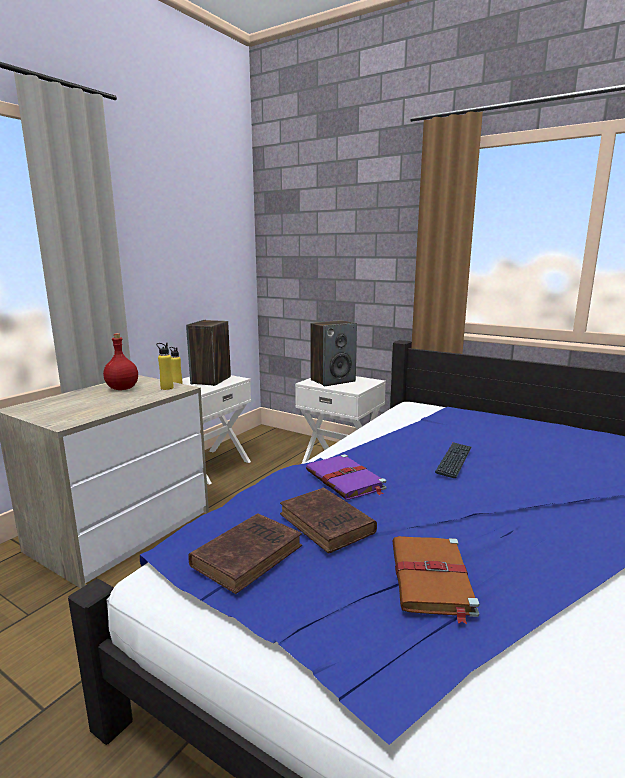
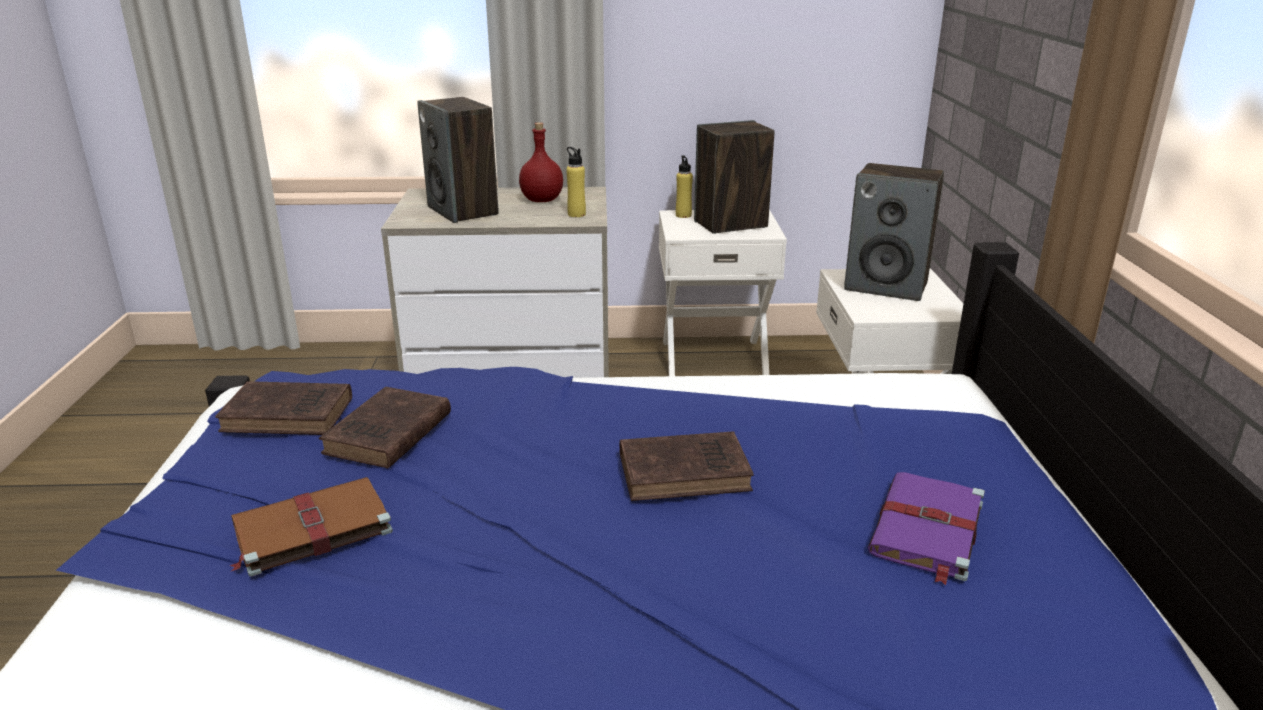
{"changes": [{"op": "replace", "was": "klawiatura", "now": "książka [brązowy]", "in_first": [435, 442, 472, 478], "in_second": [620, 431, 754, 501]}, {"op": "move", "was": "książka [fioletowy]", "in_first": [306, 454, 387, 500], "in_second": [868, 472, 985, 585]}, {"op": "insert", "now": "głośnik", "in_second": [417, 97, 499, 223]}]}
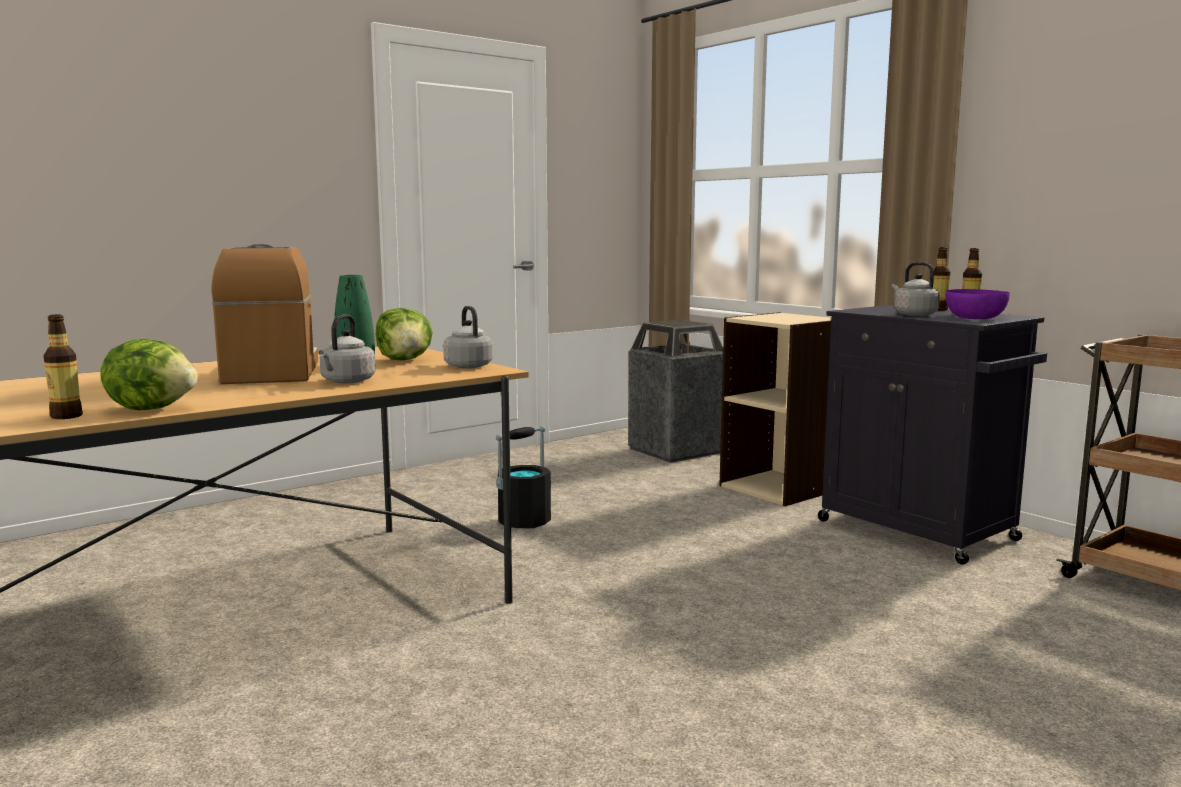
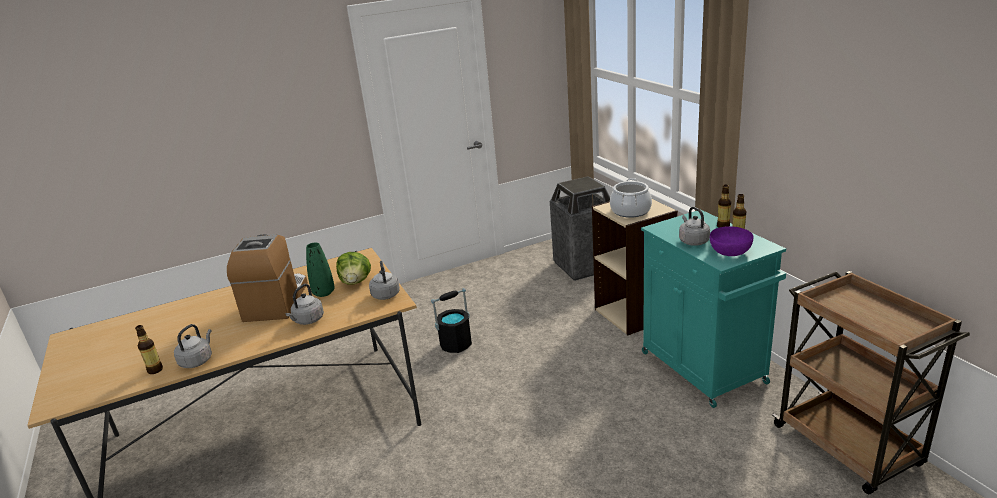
{"changes": [{"op": "recolor", "was": "szafka [czarny]", "now": "szafka [turkusowy]", "in_first": [818, 305, 1047, 565], "in_second": [641, 209, 786, 408]}, {"op": "replace", "was": "sałata", "now": "czajnik [szary]", "in_first": [100, 339, 198, 410], "in_second": [174, 324, 212, 368]}, {"op": "insert", "now": "garnek", "in_second": [610, 178, 652, 218]}]}
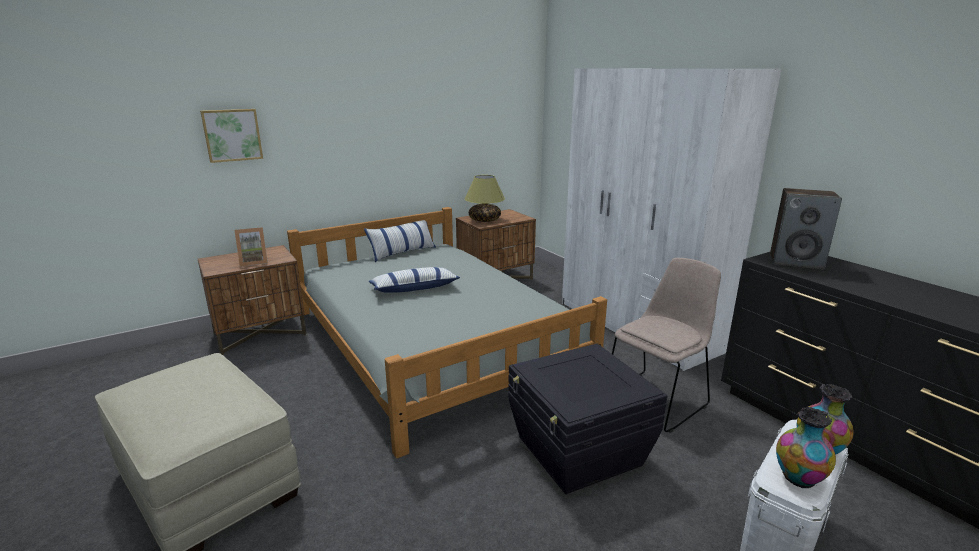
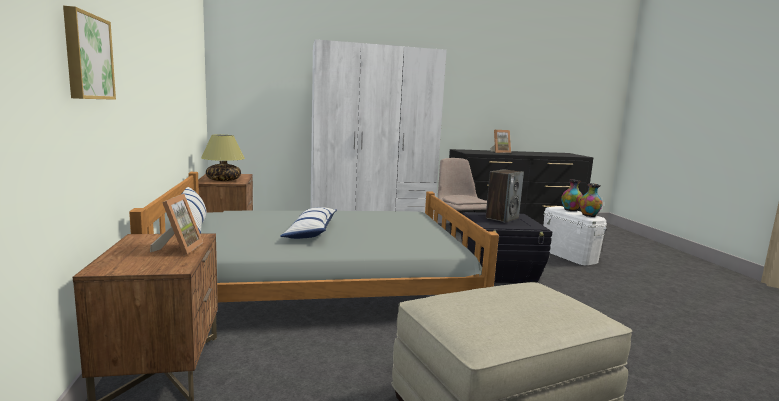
{"changes": [{"op": "move", "was": "głośnik", "in_first": [770, 188, 842, 270], "in_second": [486, 169, 524, 223]}, {"op": "insert", "now": "ramka na zdjęcie", "in_second": [490, 130, 511, 153]}]}
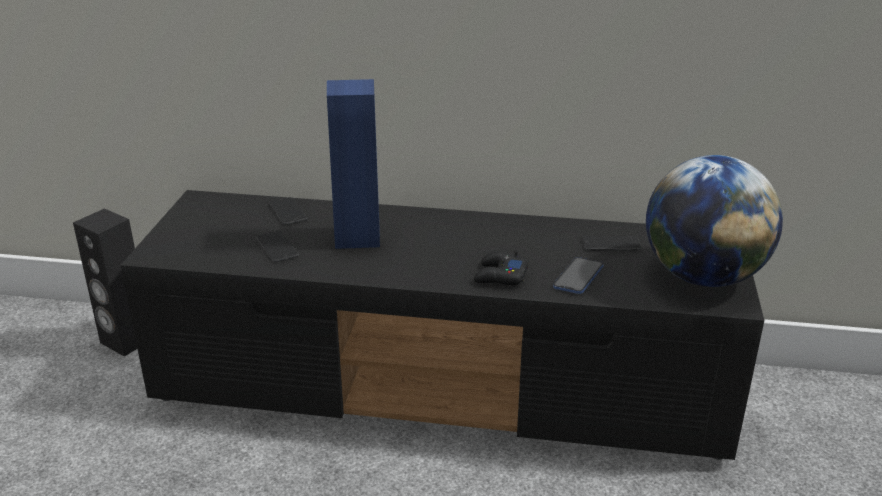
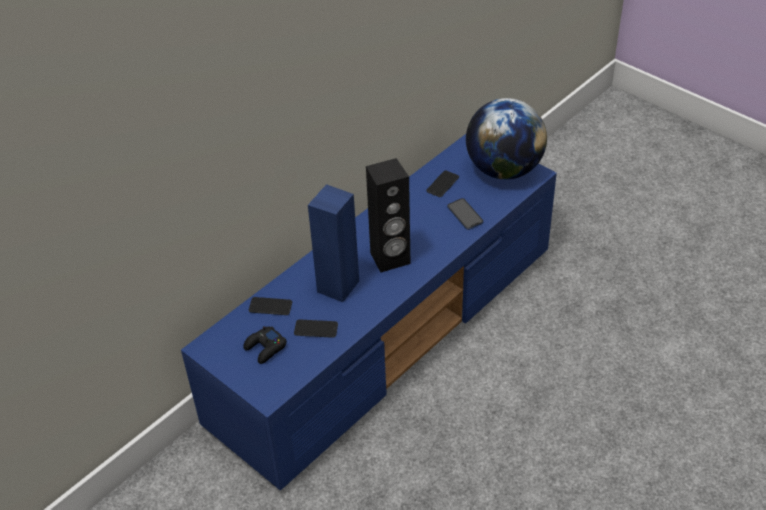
{"changes": [{"op": "recolor", "was": "szafka pod telewizor [czarny]", "now": "szafka pod telewizor [niebieski]", "in_first": [121, 190, 764, 460], "in_second": [181, 134, 557, 491]}, {"op": "move", "was": "głośnik [czarny]", "in_first": [73, 208, 137, 356], "in_second": [366, 158, 410, 272]}, {"op": "move", "was": "pad do gier [czarny]", "in_first": [474, 251, 529, 285], "in_second": [243, 326, 287, 364]}]}
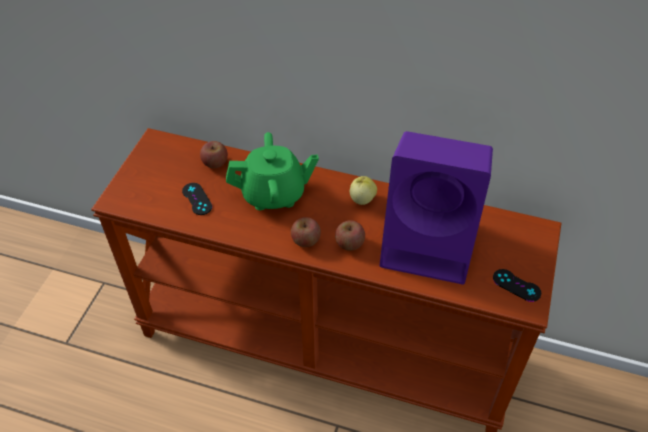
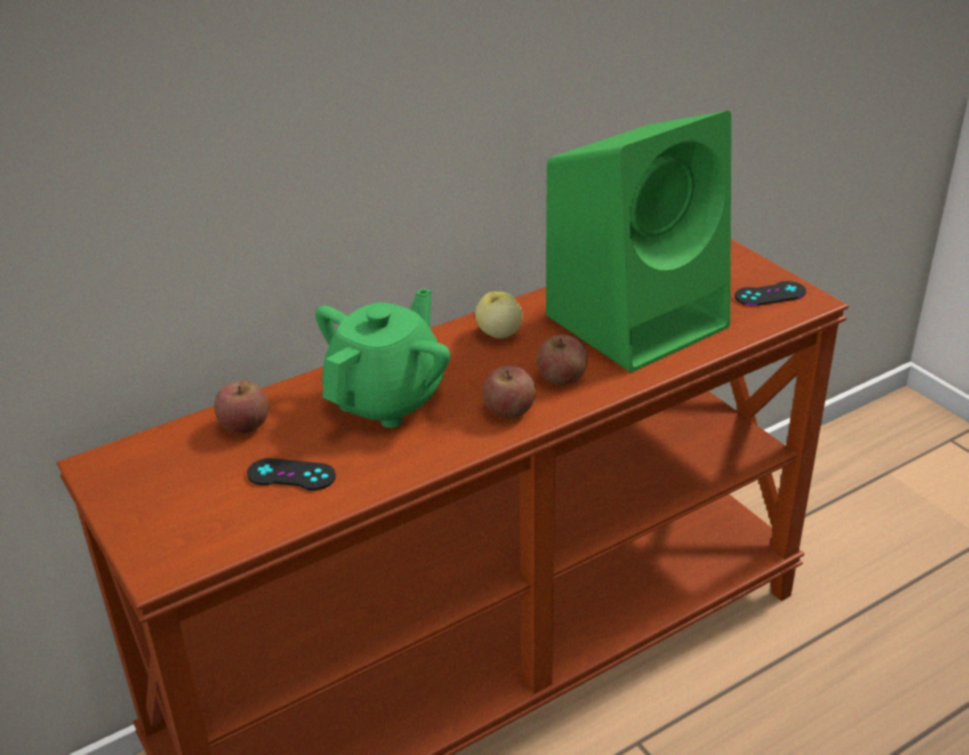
{"changes": [{"op": "recolor", "was": "głośnik [fioletowy]", "now": "głośnik [zielony]", "in_first": [379, 131, 493, 285], "in_second": [546, 111, 731, 372]}]}
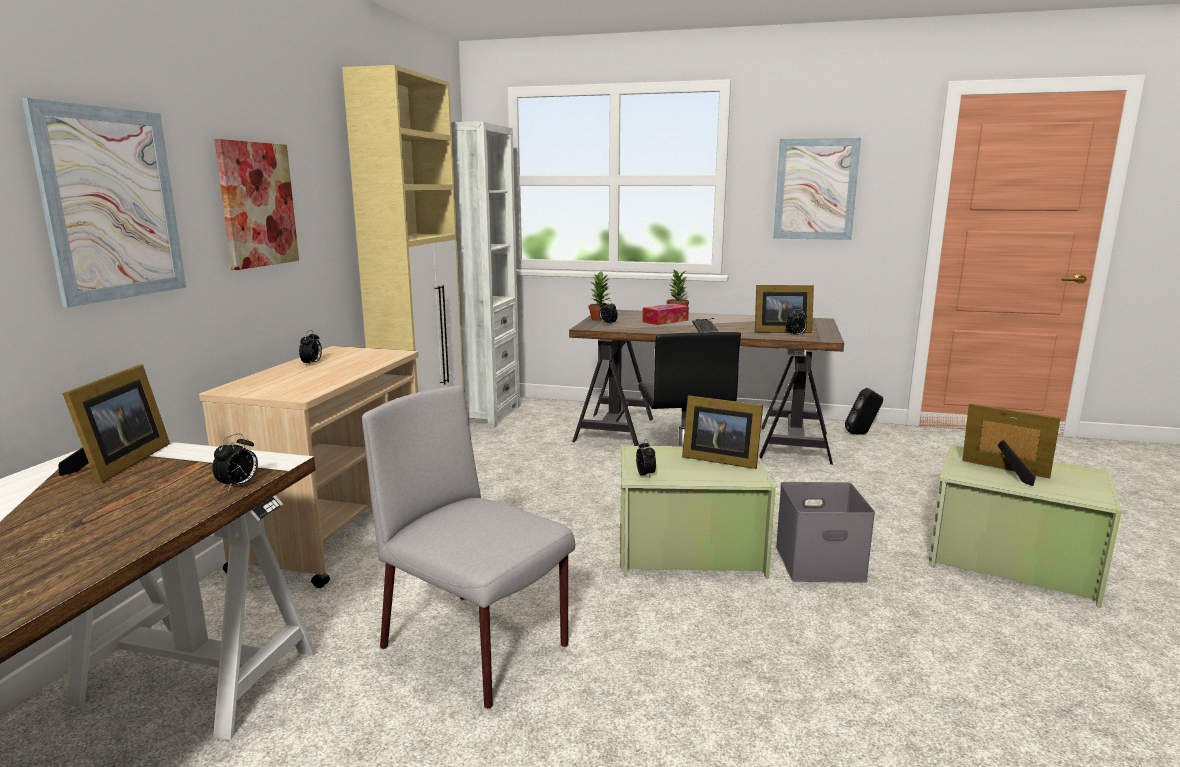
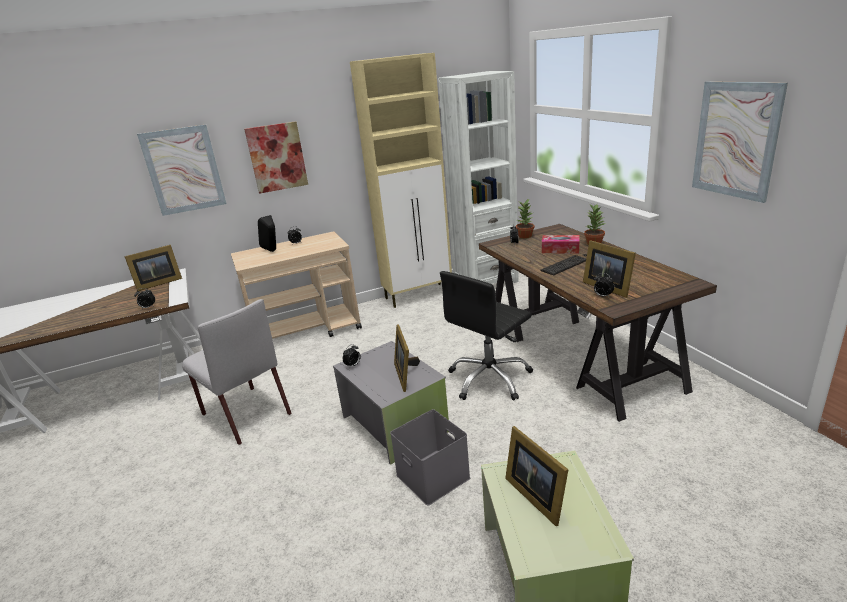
{"changes": [{"op": "rotate", "was": "krzesło [szary]", "in_first": [362, 386, 575, 709], "in_second": [182, 299, 291, 445], "clockwise": 135}, {"op": "move", "was": "głośnik [czarny]", "in_first": [845, 388, 883, 435], "in_second": [258, 215, 276, 252]}, {"op": "rotate", "was": "ramka na zdjęcie", "in_first": [962, 403, 1061, 486], "in_second": [505, 426, 569, 526], "clockwise": 150}, {"op": "recolor", "was": "pojemnik do przechowywania [zielony]", "now": "pojemnik do przechowywania [szary]", "in_first": [620, 446, 776, 578], "in_second": [333, 341, 449, 465]}]}
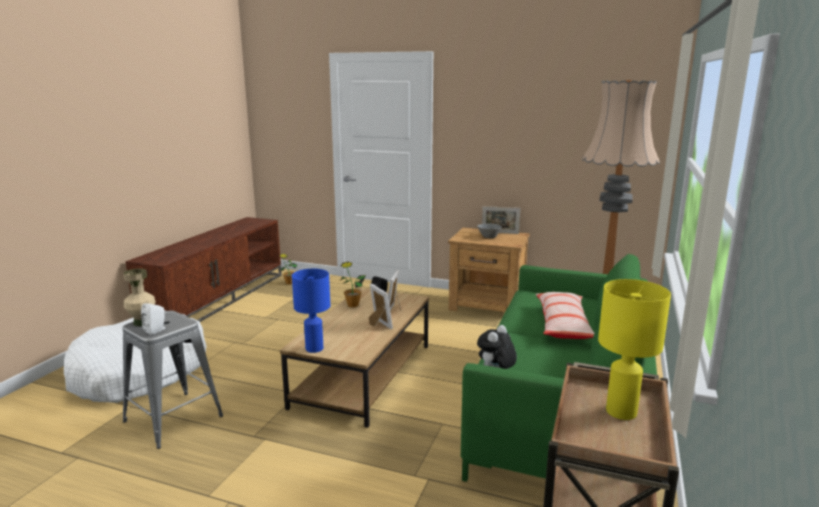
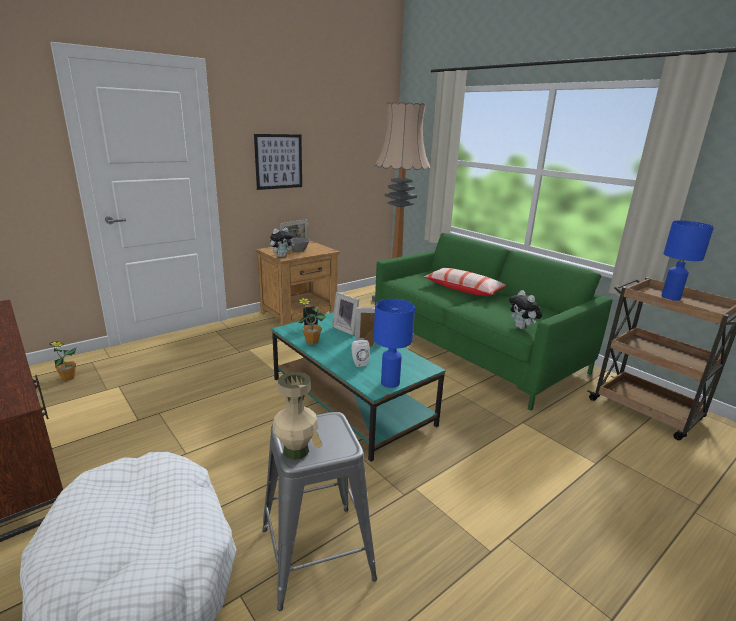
{"changes": [{"op": "recolor", "was": "lampa stołowa [żółty]", "now": "lampa stołowa [niebieski]", "in_first": [598, 279, 671, 420], "in_second": [661, 220, 714, 301]}, {"op": "recolor", "was": "ława [brązowy]", "now": "ława [turkusowy]", "in_first": [280, 288, 429, 428], "in_second": [272, 312, 446, 461]}, {"op": "move", "was": "głośnik [biały]", "in_first": [141, 303, 165, 335], "in_second": [352, 340, 370, 367]}, {"op": "insert", "now": "obraz", "in_second": [254, 134, 302, 190]}, {"op": "insert", "now": "pluszak", "in_second": [270, 228, 295, 257]}]}
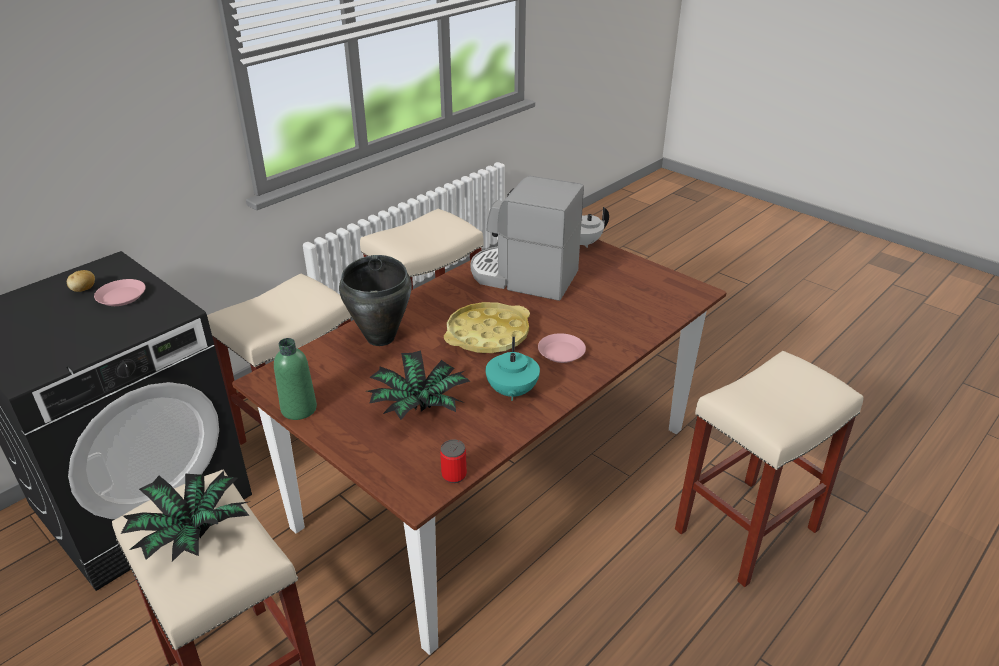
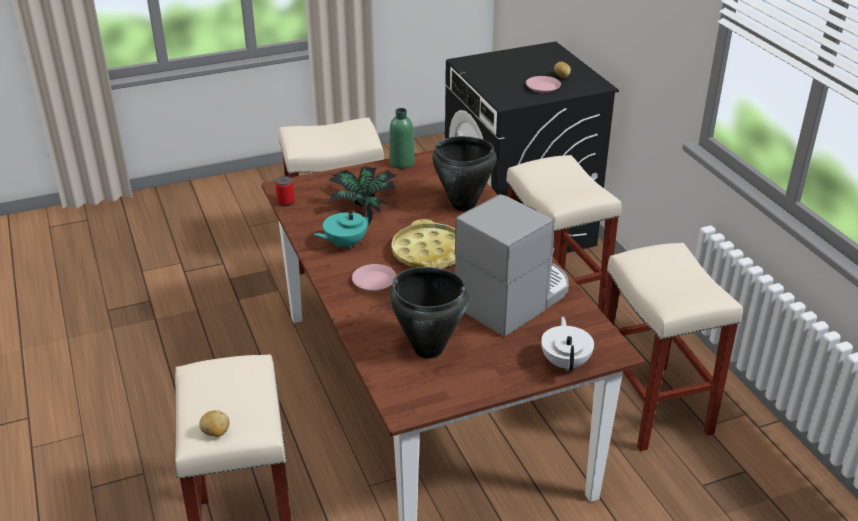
{"changes": [{"op": "rotate", "was": "imbryk [turkusowy]", "in_first": [486, 337, 540, 401], "in_second": [314, 204, 373, 249], "clockwise": -60}, {"op": "delete", "was": "roślina doniczkowa", "in_first": [121, 471, 251, 562]}, {"op": "insert", "now": "garnek [czarny]", "in_second": [389, 267, 469, 358]}, {"op": "insert", "now": "ziemniak", "in_second": [199, 410, 230, 437]}]}
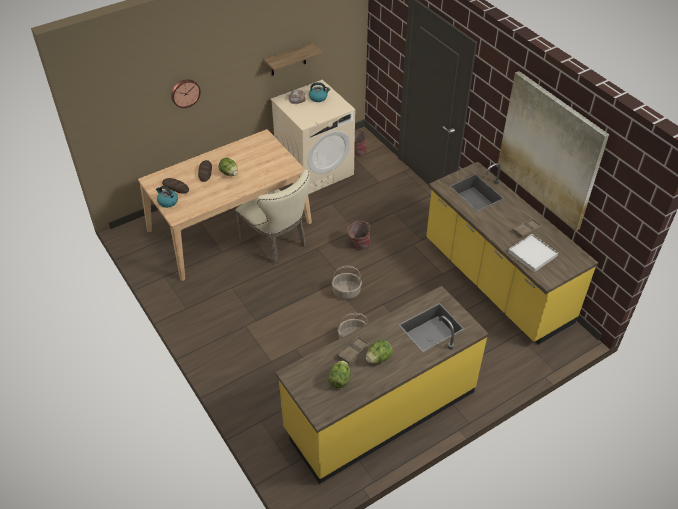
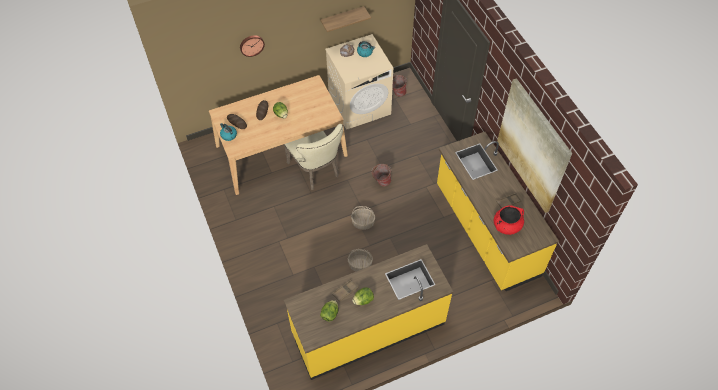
{"changes": [{"op": "replace", "was": "taca [biały]", "now": "garnek [czerwony]", "in_first": [508, 234, 558, 272], "in_second": [494, 205, 524, 235]}]}
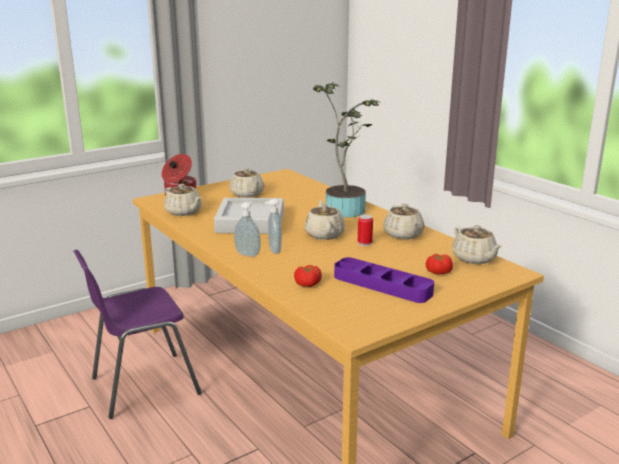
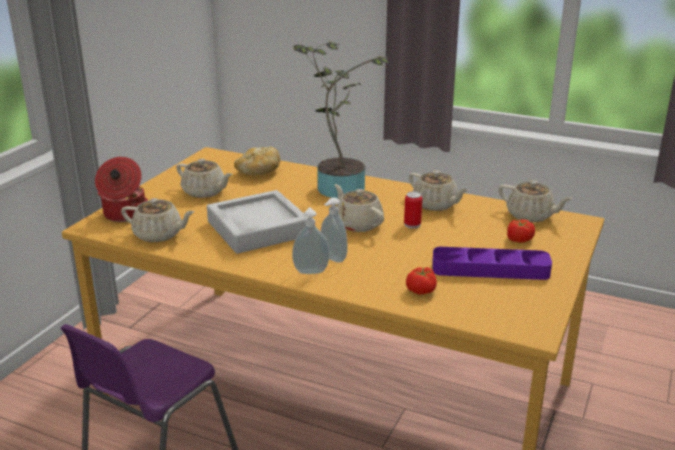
{"changes": [{"op": "insert", "now": "chleb", "in_second": [234, 147, 280, 176]}]}
